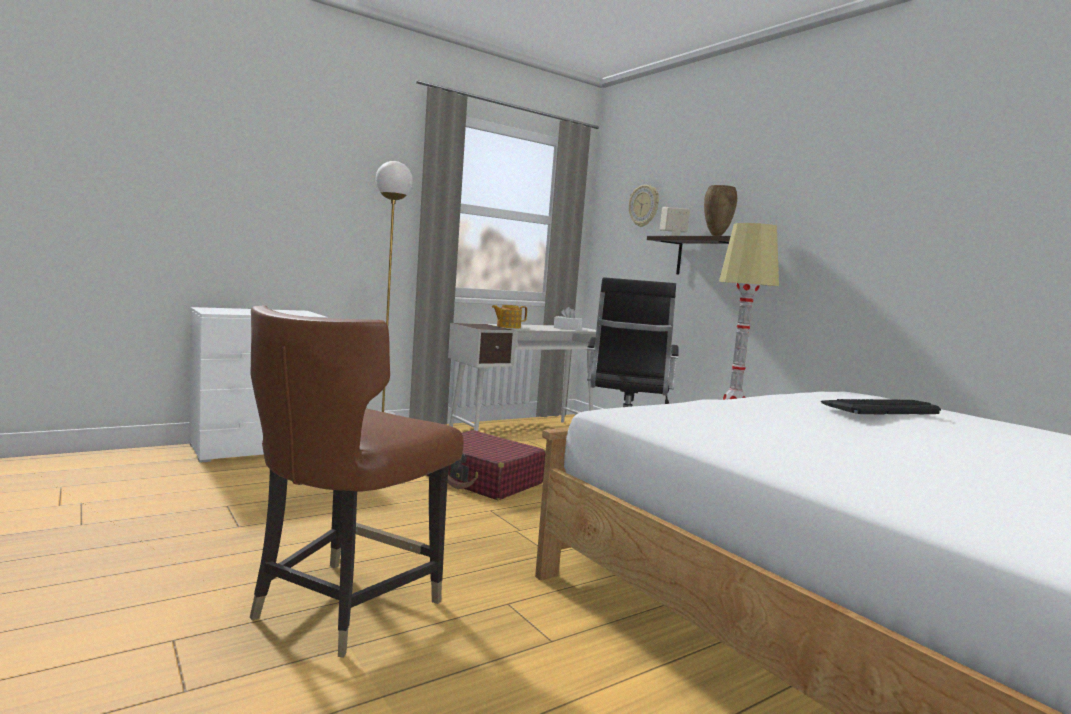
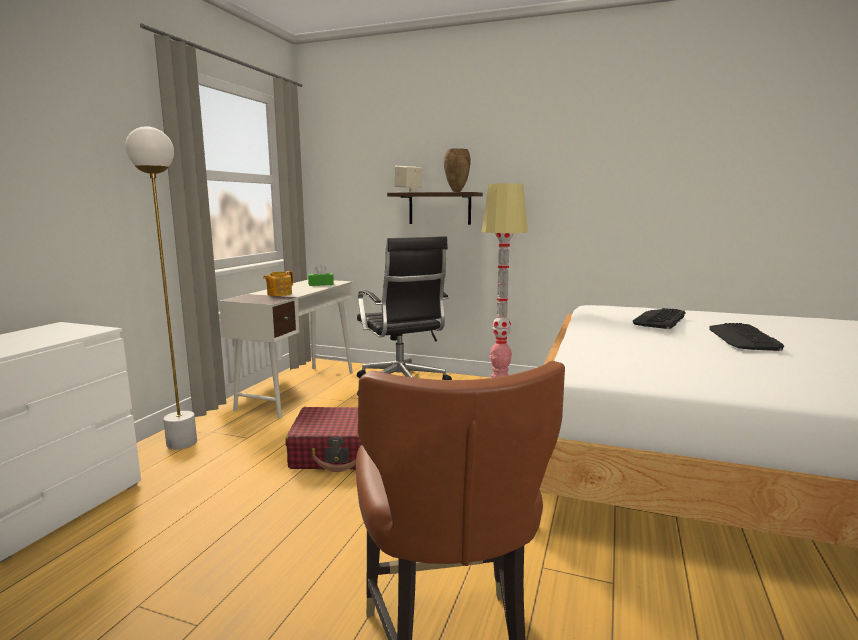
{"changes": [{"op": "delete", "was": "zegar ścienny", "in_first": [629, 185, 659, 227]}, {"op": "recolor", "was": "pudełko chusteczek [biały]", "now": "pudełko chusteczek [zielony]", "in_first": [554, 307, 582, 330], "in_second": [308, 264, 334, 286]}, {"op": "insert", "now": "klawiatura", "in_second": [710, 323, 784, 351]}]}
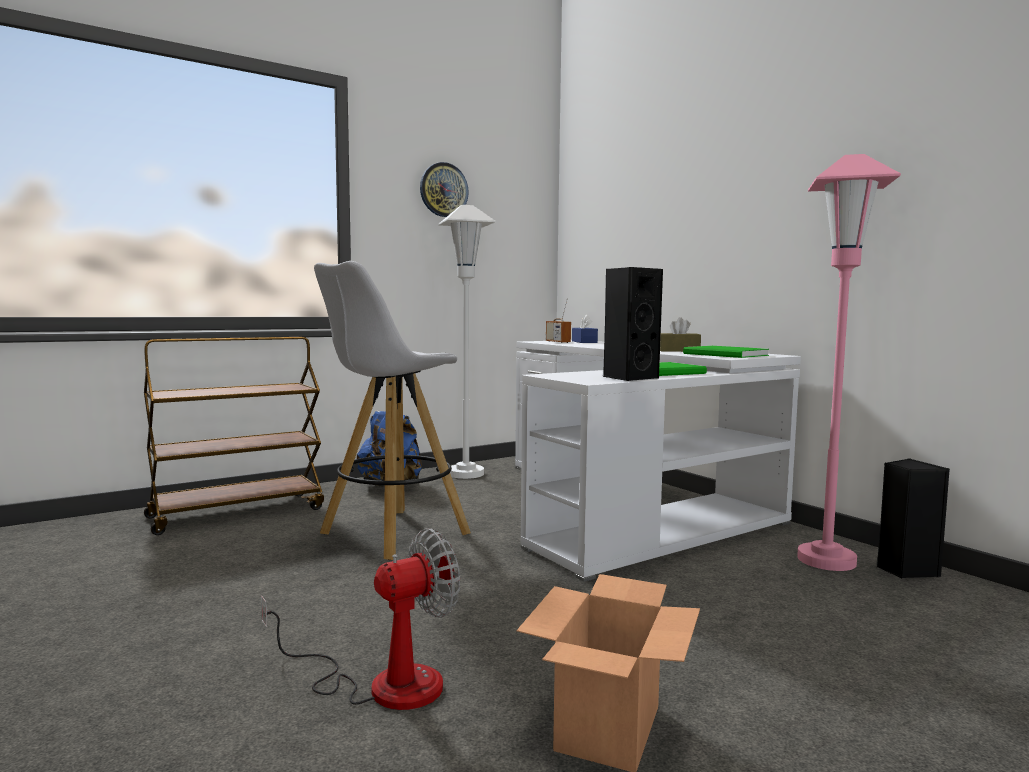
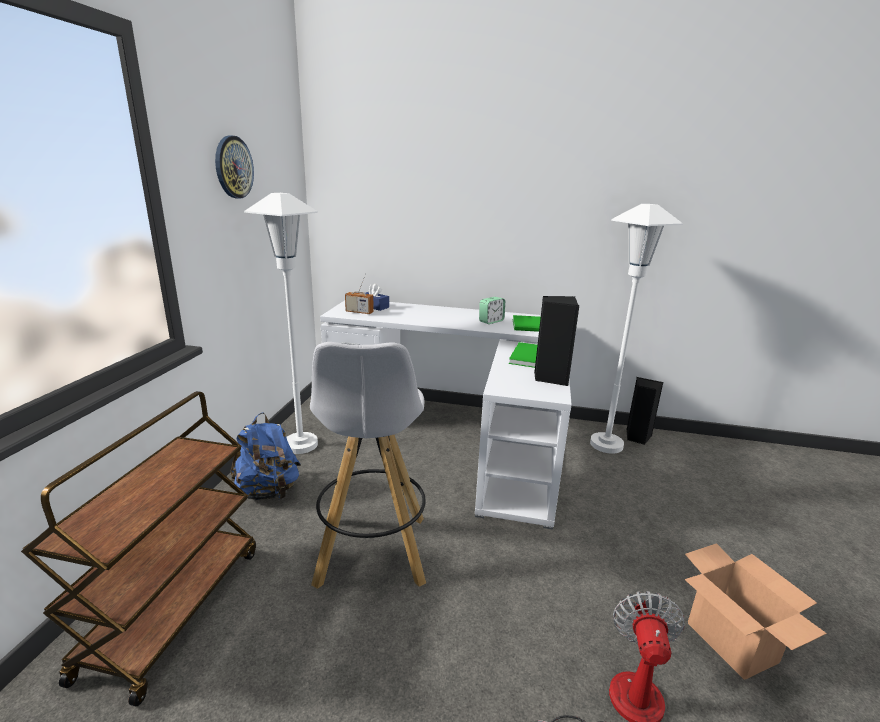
{"changes": [{"op": "recolor", "was": "lampa stojąca [różowy]", "now": "lampa stojąca [biały]", "in_first": [797, 154, 901, 571], "in_second": [590, 204, 683, 454]}, {"op": "replace", "was": "pudełko chusteczek [brązowy]", "now": "budzik", "in_first": [660, 317, 701, 352], "in_second": [479, 297, 505, 324]}]}
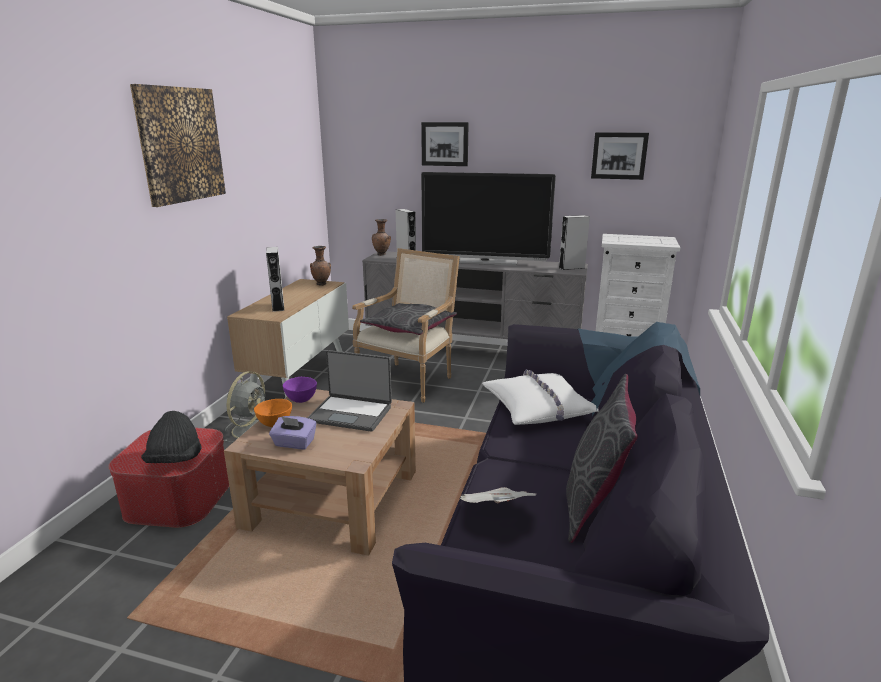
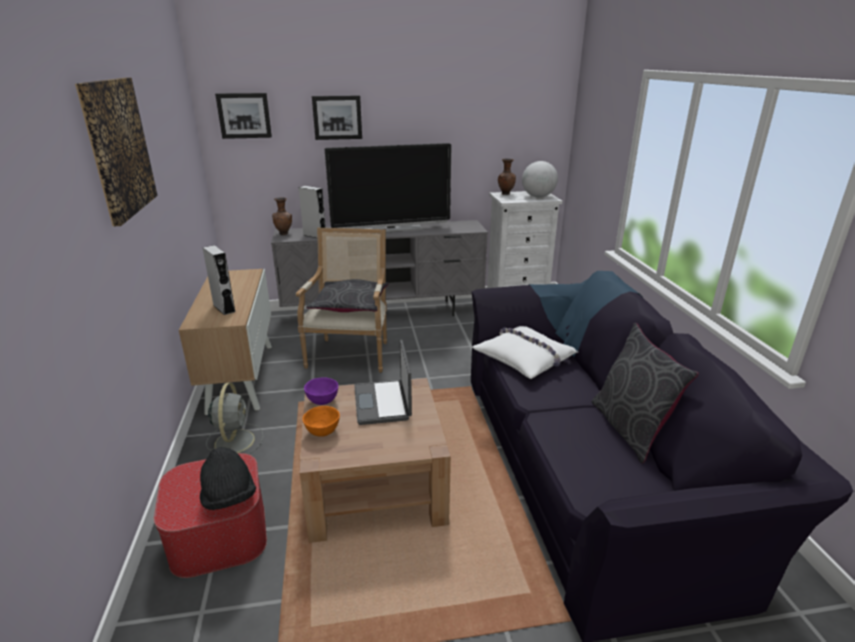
{"changes": [{"op": "move", "was": "obraz", "in_first": [591, 132, 649, 180], "in_second": [215, 93, 272, 139]}, {"op": "delete", "was": "głośnik [szary]", "in_first": [559, 215, 590, 270]}, {"op": "move", "was": "wazon [brązowy]", "in_first": [310, 246, 331, 286], "in_second": [498, 158, 516, 195]}, {"op": "rotate", "was": "laptop", "in_first": [307, 350, 392, 432], "in_second": [354, 340, 412, 425], "clockwise": 90}, {"op": "delete", "was": "pudełko chusteczek [fioletowy]", "in_first": [269, 416, 316, 449]}, {"op": "delete", "was": "gazeta", "in_first": [460, 487, 537, 503]}, {"op": "insert", "now": "globus", "in_second": [522, 161, 558, 197]}]}
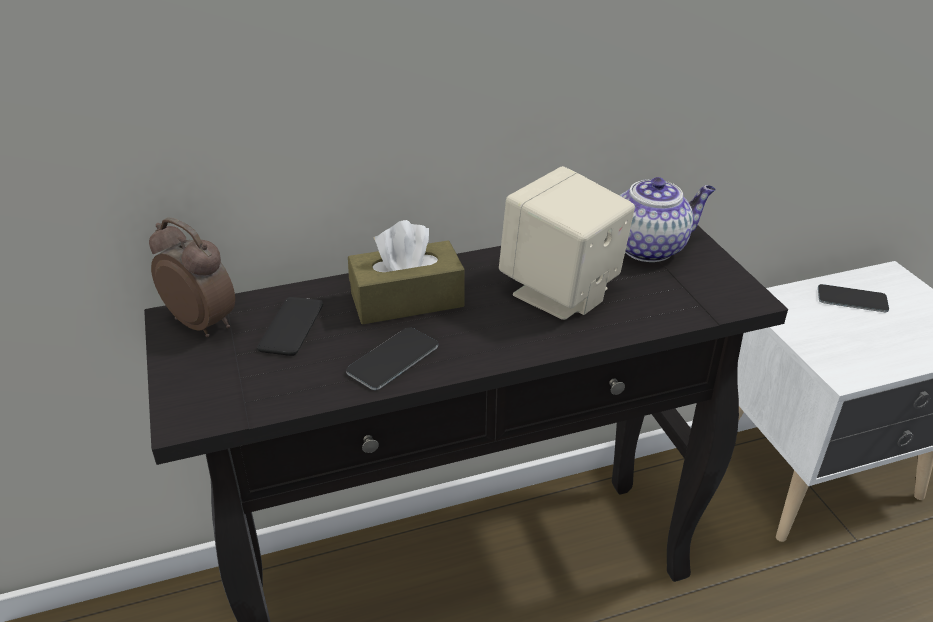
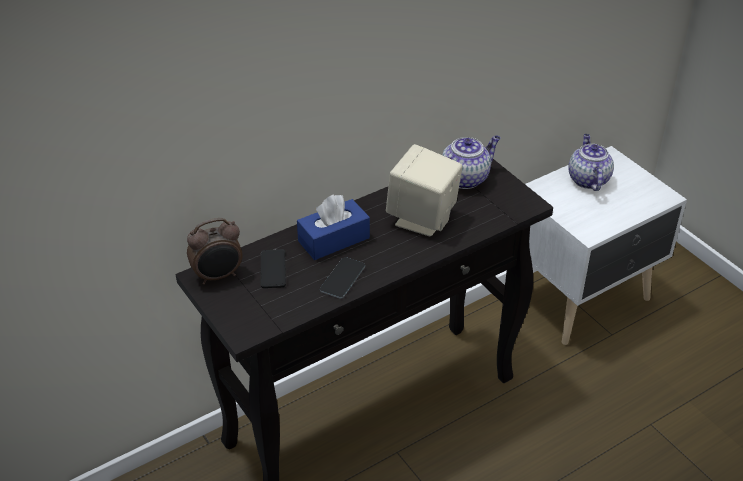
{"changes": [{"op": "rotate", "was": "budzik", "in_first": [149, 217, 235, 337], "in_second": [187, 218, 243, 285], "clockwise": 135}, {"op": "recolor", "was": "pudełko chusteczek [brązowy]", "now": "pudełko chusteczek [niebieski]", "in_first": [348, 220, 465, 324], "in_second": [297, 195, 370, 260]}, {"op": "replace", "was": "telefon", "now": "imbryk", "in_first": [818, 284, 889, 312], "in_second": [568, 134, 614, 191]}]}
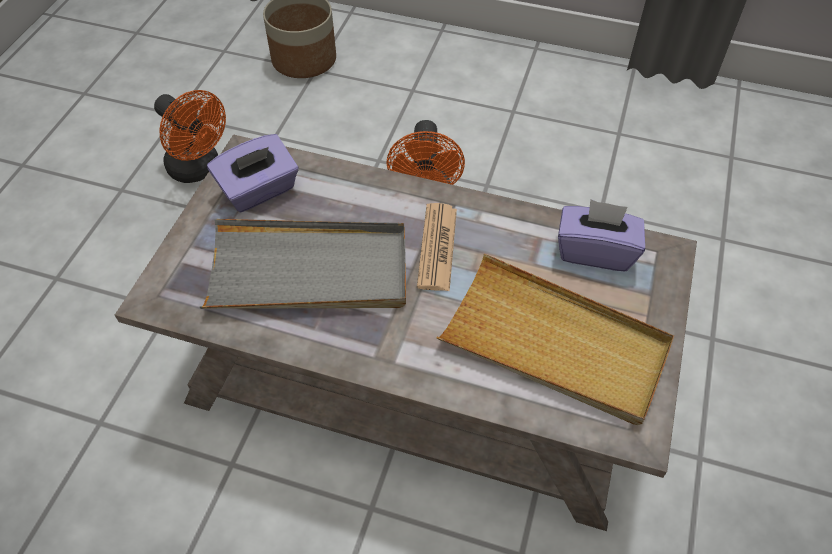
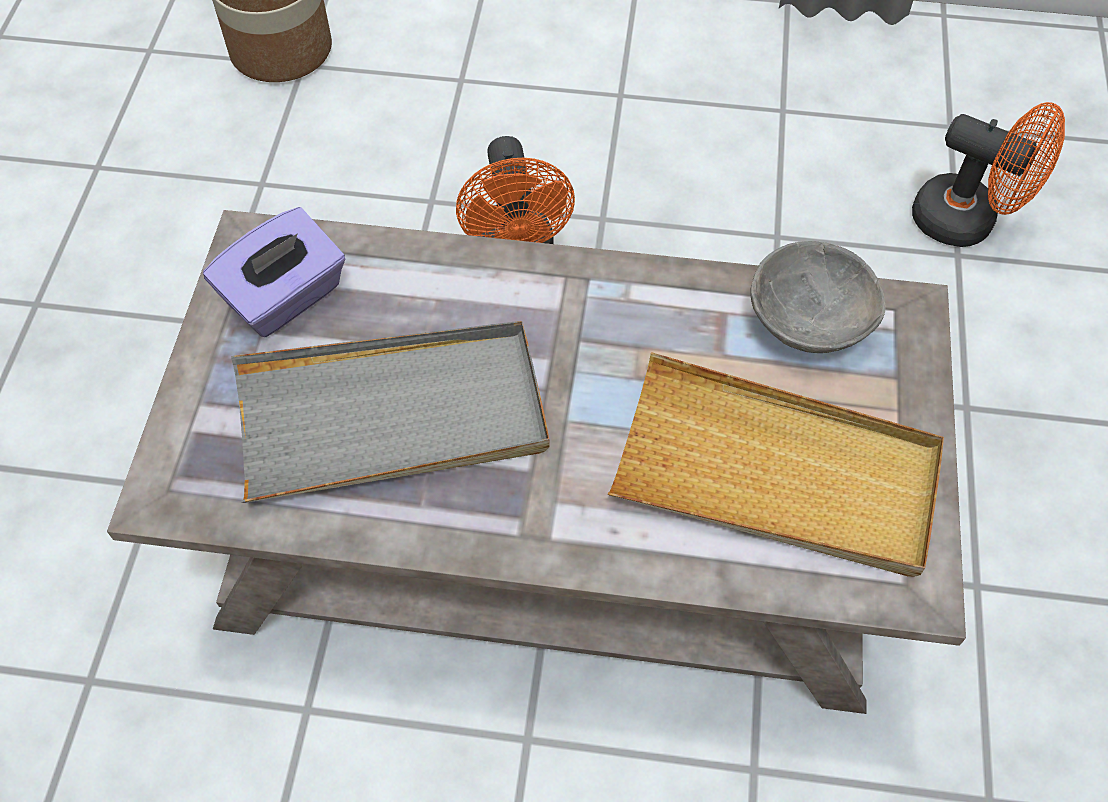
{"changes": [{"op": "move", "was": "wentylator [pomarańczowy]", "in_first": [154, 90, 226, 183], "in_second": [912, 102, 1065, 247]}, {"op": "replace", "was": "pudełko chusteczek [fioletowy]", "now": "miska [szary]", "in_first": [558, 199, 645, 271], "in_second": [750, 241, 886, 353]}, {"op": "delete", "was": "gazeta", "in_first": [417, 203, 457, 291]}]}
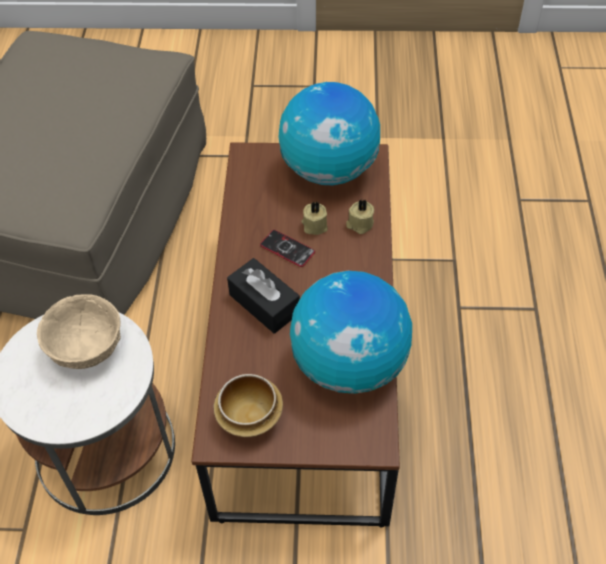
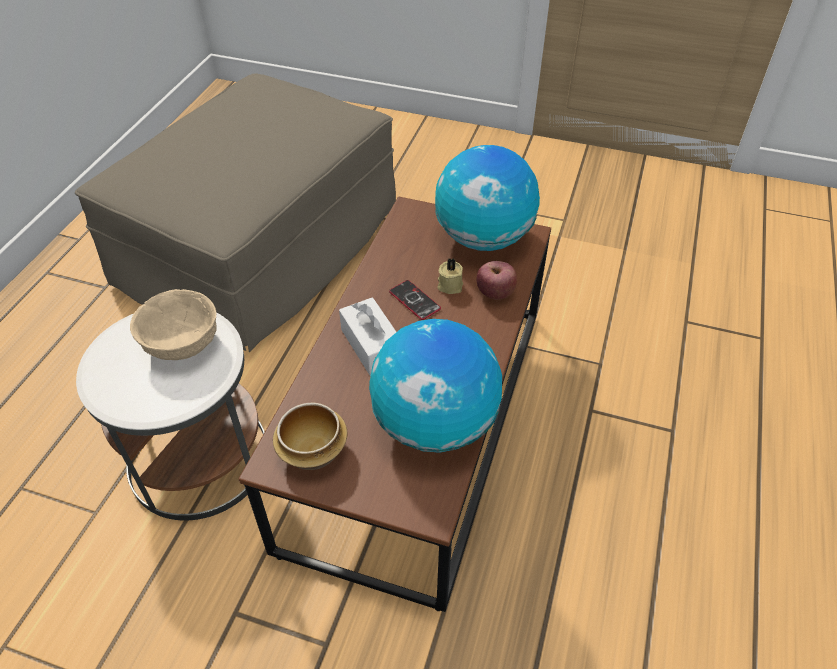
{"changes": [{"op": "replace", "was": "świeca [beżowy]", "now": "jabłko", "in_first": [346, 199, 374, 234], "in_second": [476, 261, 517, 300]}, {"op": "recolor", "was": "pudełko chusteczek [czarny]", "now": "pudełko chusteczek [biały]", "in_first": [227, 258, 300, 334], "in_second": [339, 297, 396, 376]}]}
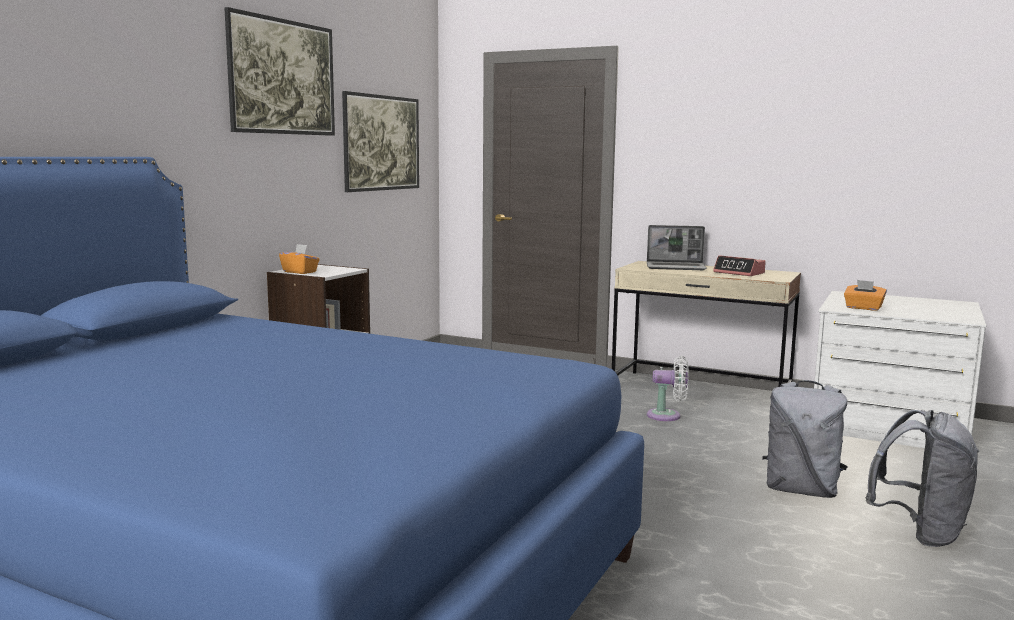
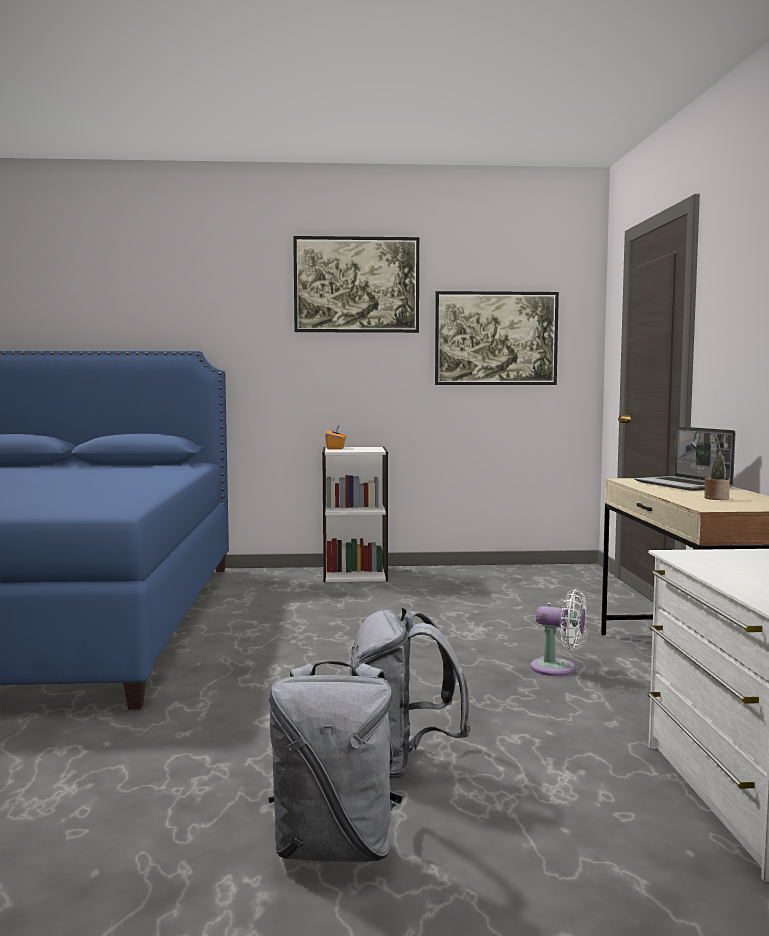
{"changes": [{"op": "replace", "was": "budzik", "now": "roślina doniczkowa", "in_first": [713, 255, 766, 276], "in_second": [705, 434, 730, 500]}, {"op": "delete", "was": "pudełko chusteczek [pomarańczowy]", "in_first": [844, 280, 887, 311]}, {"op": "rotate", "was": "wentylator [biały]", "in_first": [647, 356, 689, 421], "in_second": [531, 589, 587, 676], "clockwise": -45}]}
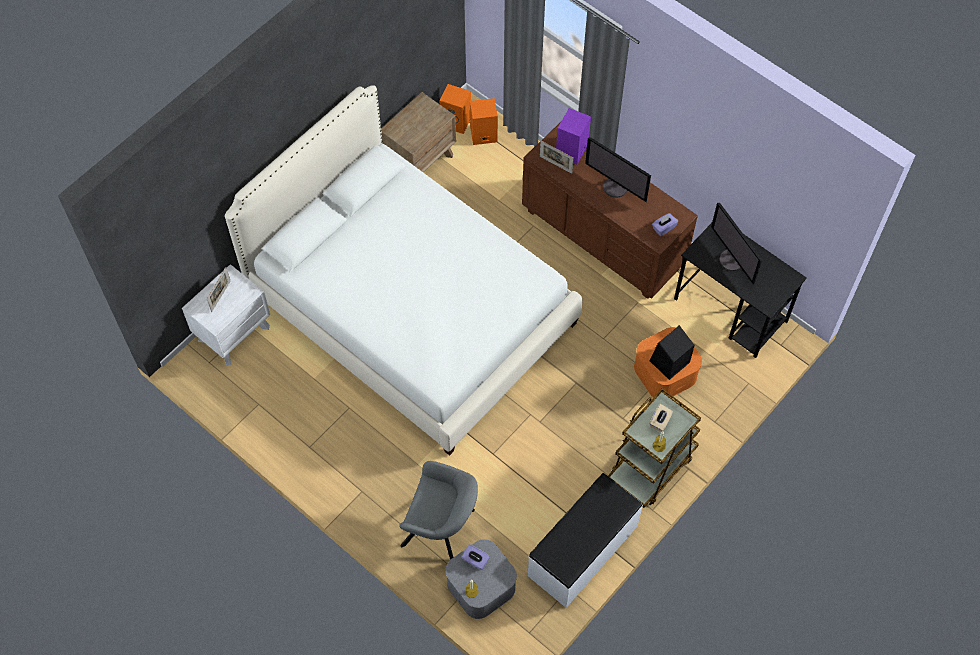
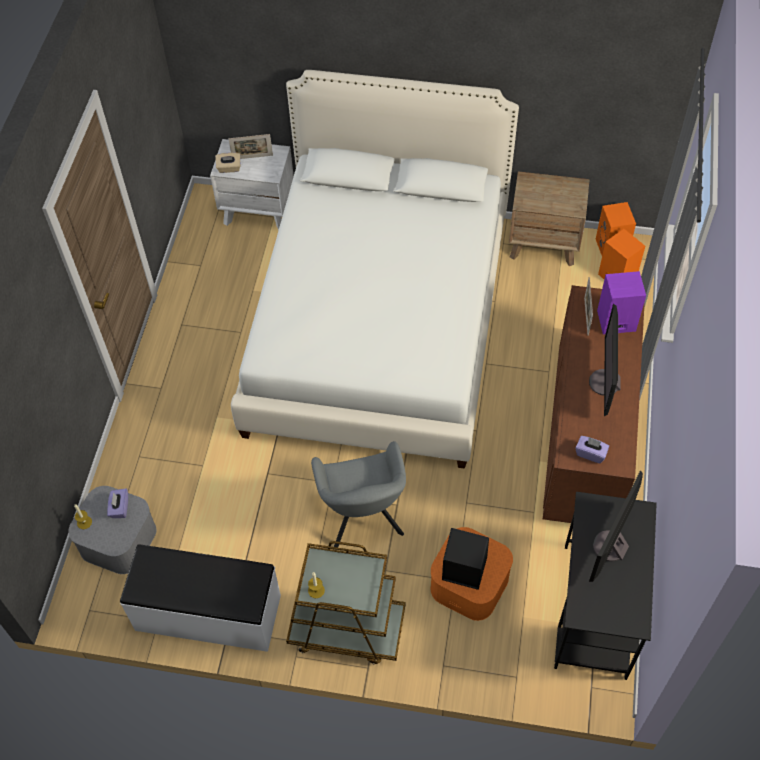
{"changes": [{"op": "move", "was": "pudełko chusteczek [beżowy]", "in_first": [649, 404, 673, 432], "in_second": [215, 153, 240, 173]}, {"op": "move", "was": "fotel [szary]", "in_first": [399, 461, 478, 560], "in_second": [311, 441, 406, 550]}]}
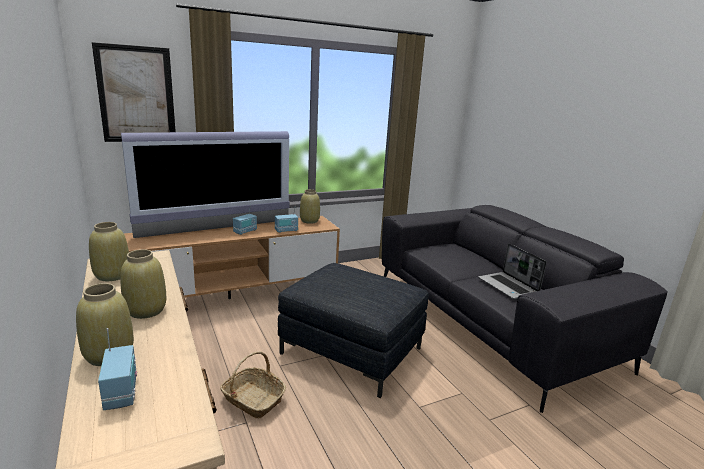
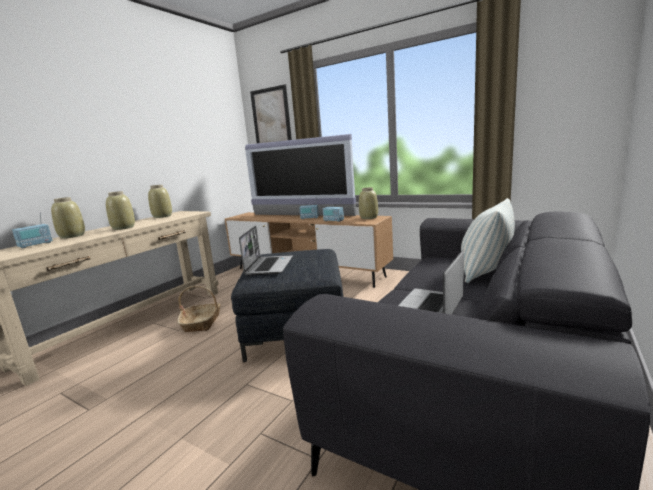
{"changes": [{"op": "insert", "now": "poduszka", "in_second": [461, 198, 515, 283]}, {"op": "insert", "now": "laptop", "in_second": [239, 226, 293, 276]}]}
